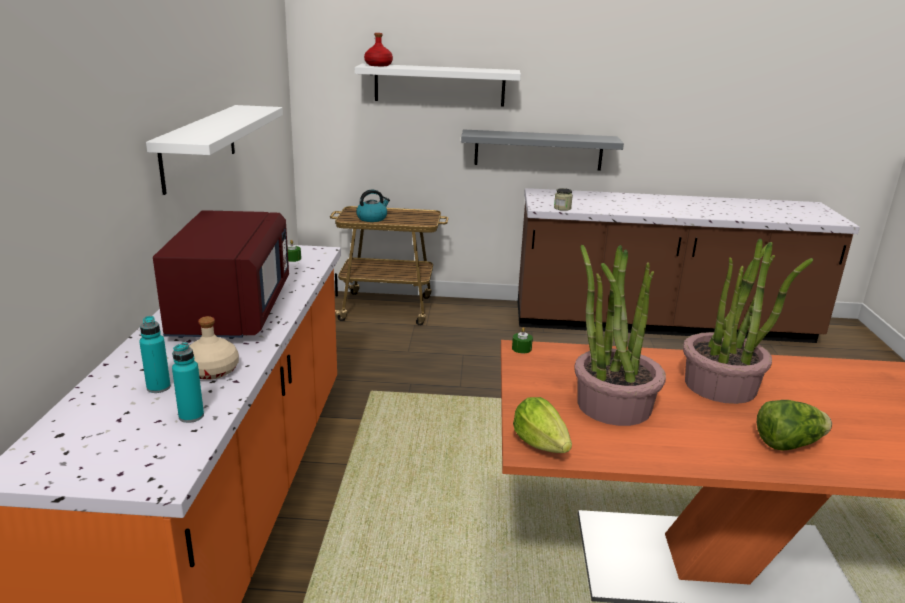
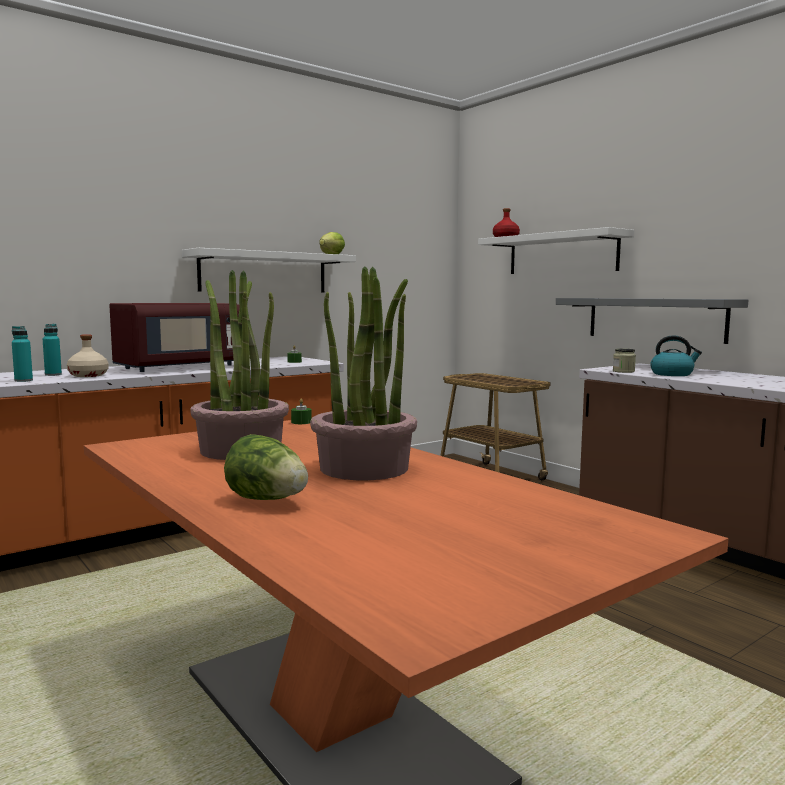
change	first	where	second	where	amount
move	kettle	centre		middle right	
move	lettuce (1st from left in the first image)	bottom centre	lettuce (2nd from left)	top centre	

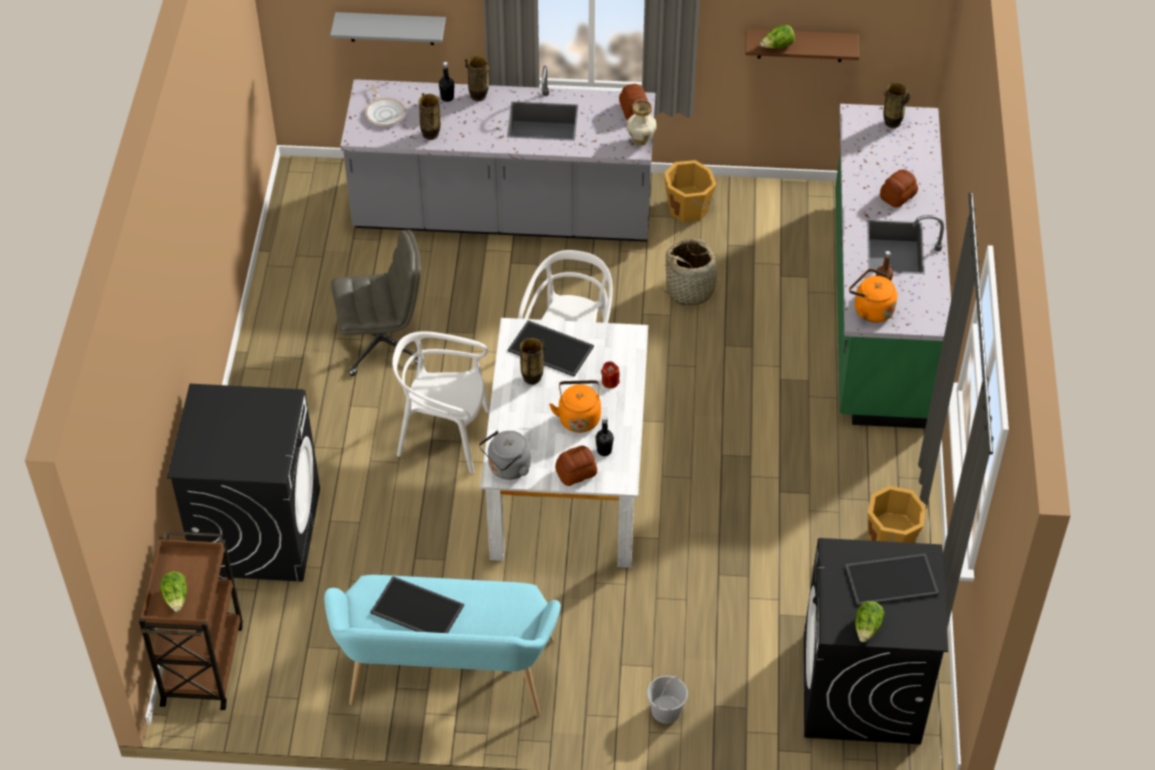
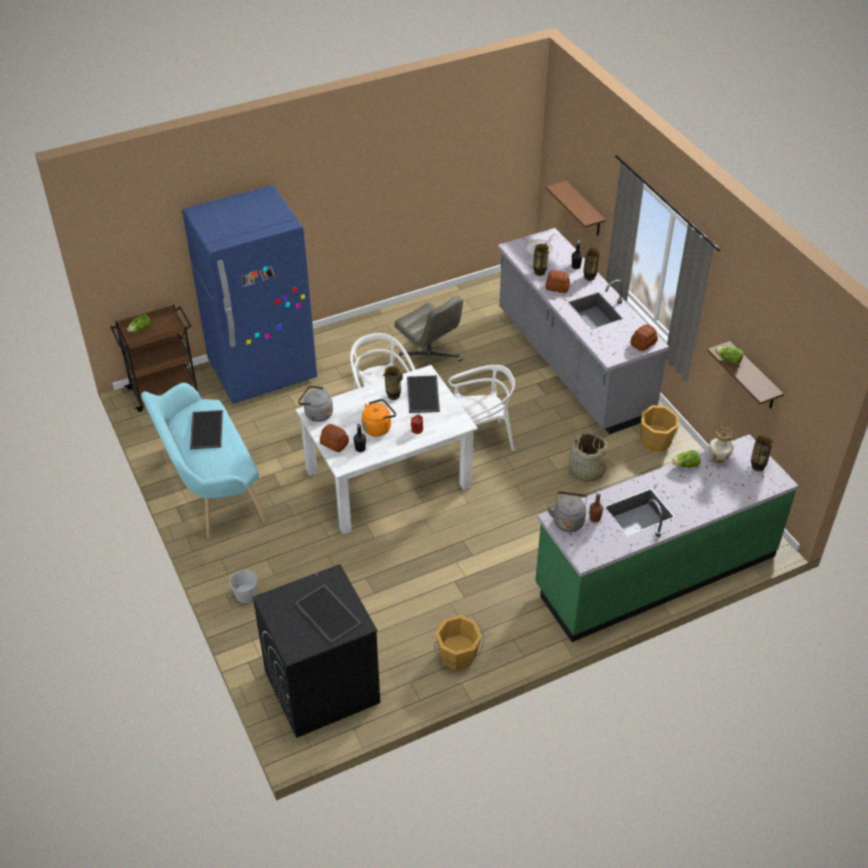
change	first	where	second	where	amount
replace	washing machine (black) (1st from left)	middle left	fridge (blue)	middle left	
recolor	shelf (grey)	top centre	shelf (brown) (1st from left)	top centre	
move	vase (4th from left)	top centre		middle right	
recolor	kettle (orange) (2nd from left)	middle right	kettle (grey) (2nd from left)	centre	
move	lettuce (3rd from left in the first image)	bottom right	lettuce (2nd from left)	middle right	
move	bread (3rd from left in the first image)	top right	bread (2nd from left)	top centre	

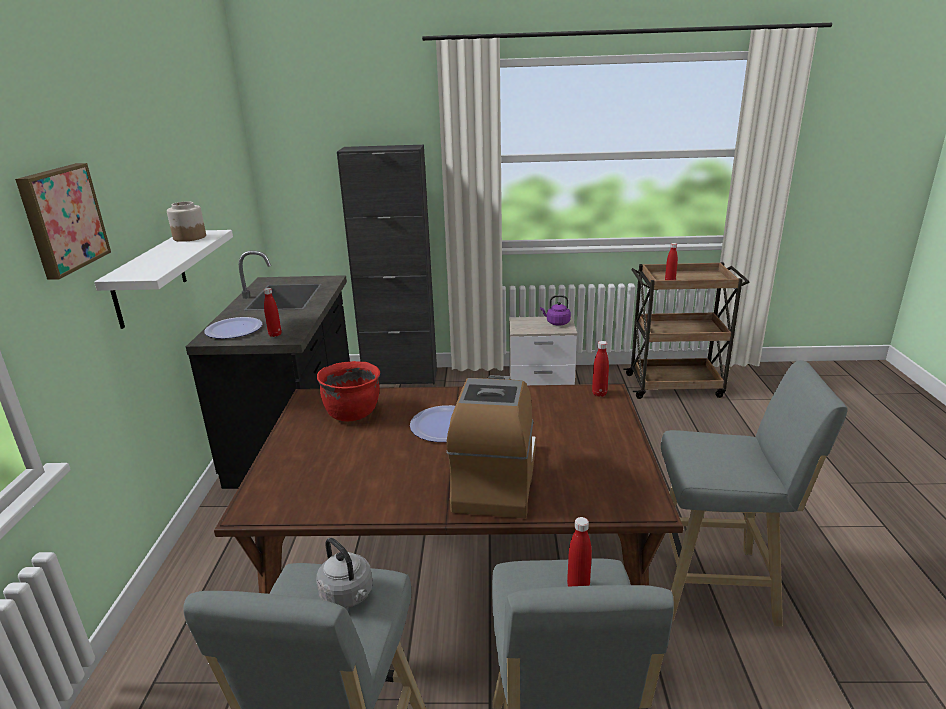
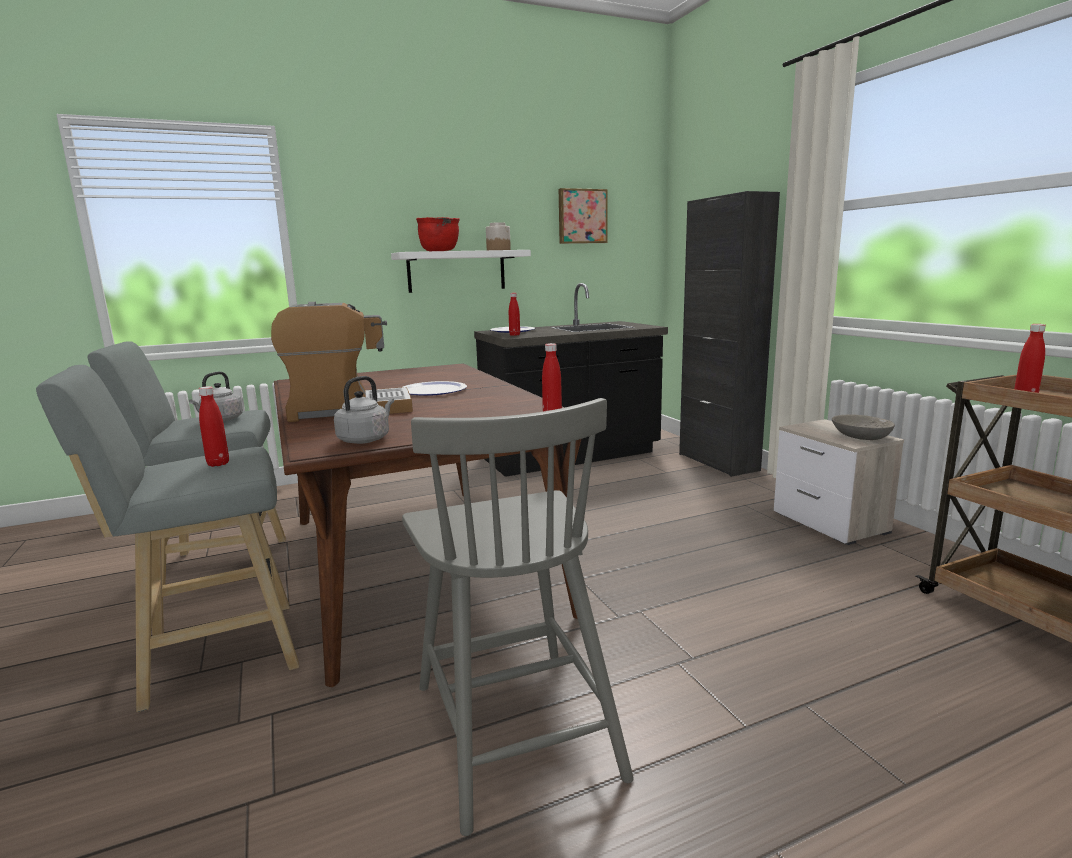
change	first	where	second	where	amount
move	picture	top left		top centre	
move	cooking pot (red)	centre		top centre	
replace	kettle (purple)	centre	bowl (grey)	middle right	
replace	stool (grey) (3rd from left)	bottom right	chair (grey)	bottom centre	
insert			kettle (grey) (2nd from left)	centre	

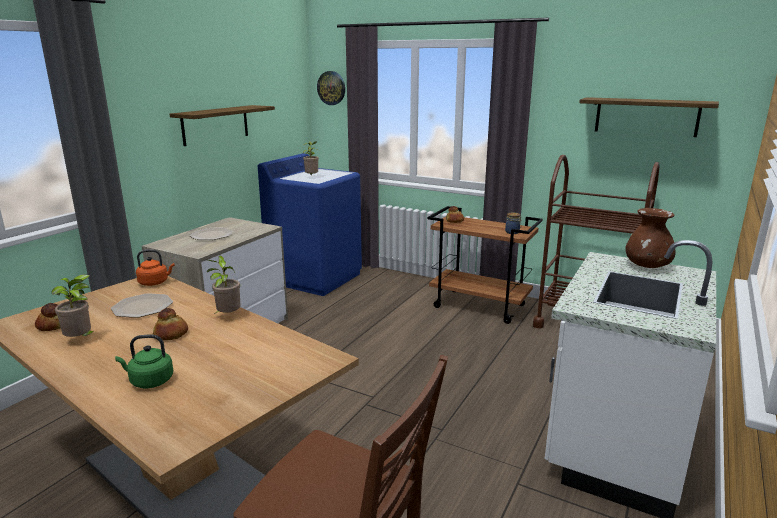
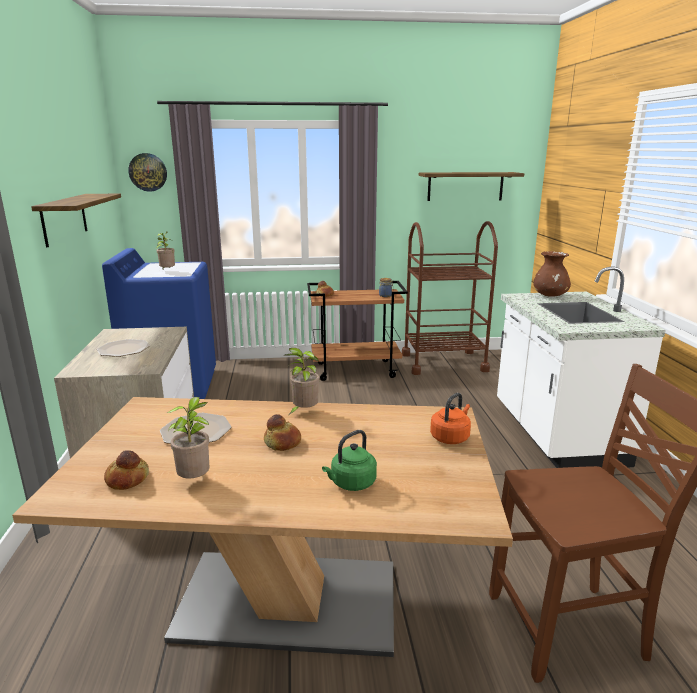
change	first	where	second	where	amount
move	kettle (orange)	middle left		centre	

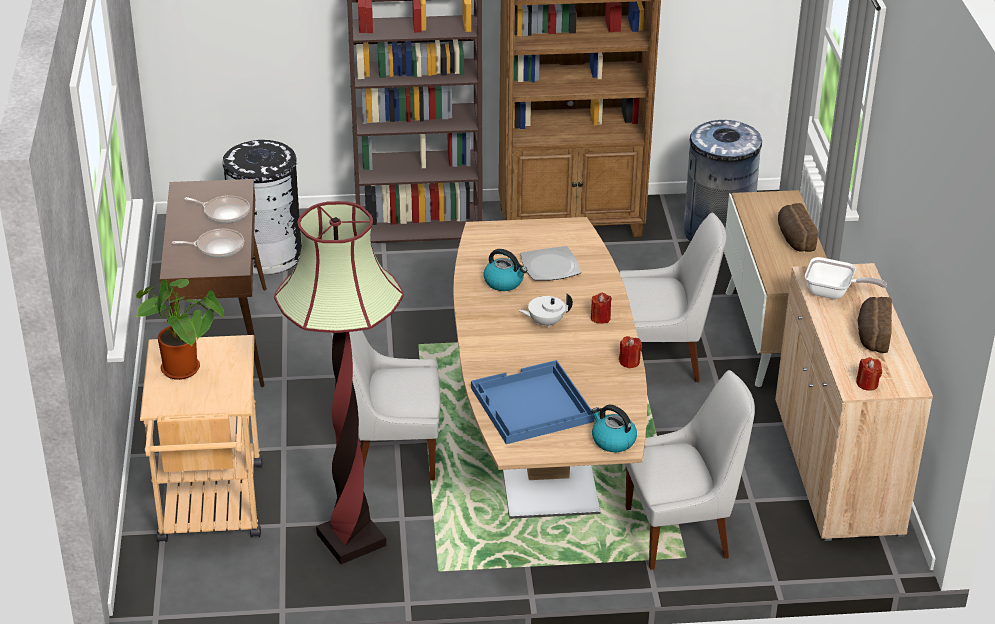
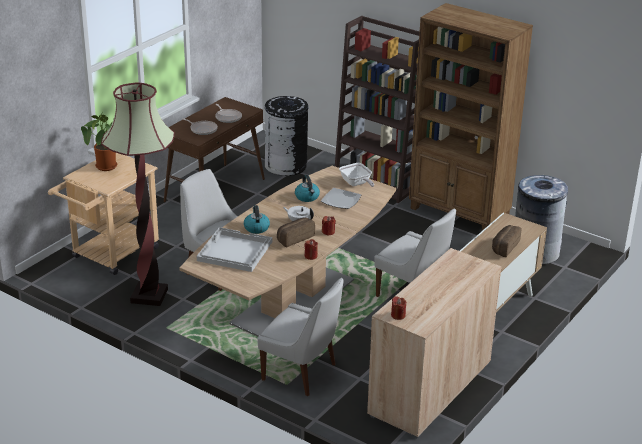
change	first	where	second	where	amount
recolor	tray (blue)	centre	tray (white)	centre	
move	kettle (2nd from left in the first image)	bottom centre	kettle (1st from left)	centre	
move	frying pan (3rd from left)	middle right		centre	
move	bread (2nd from left in the first image)	middle right	bread (1st from left)	centre	

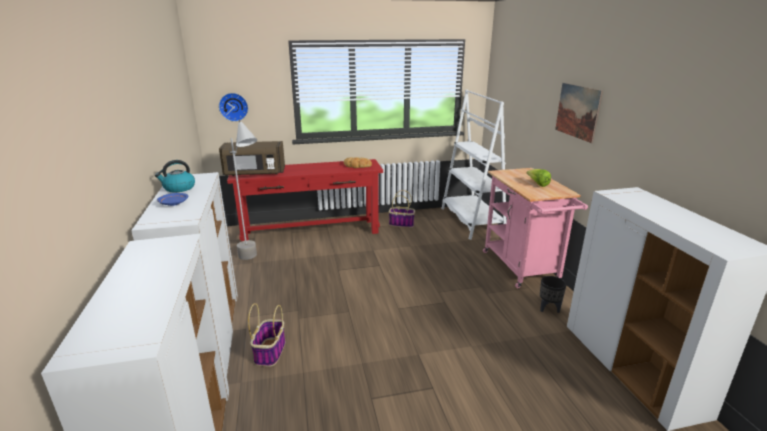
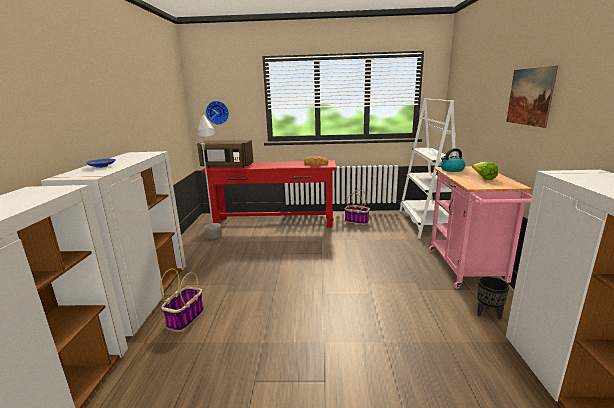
change	first	where	second	where	amount
move	kettle	middle left		middle right	

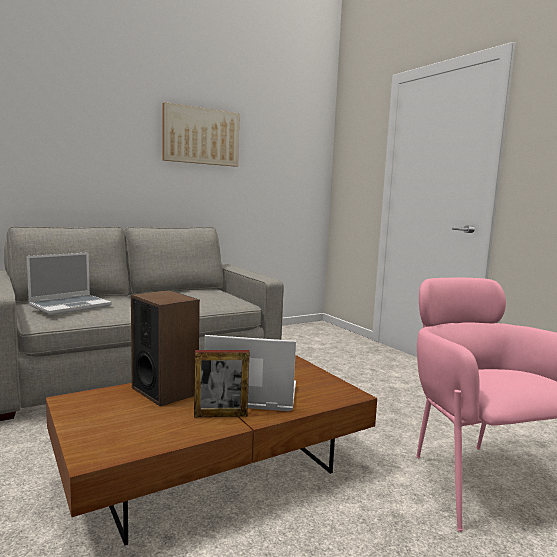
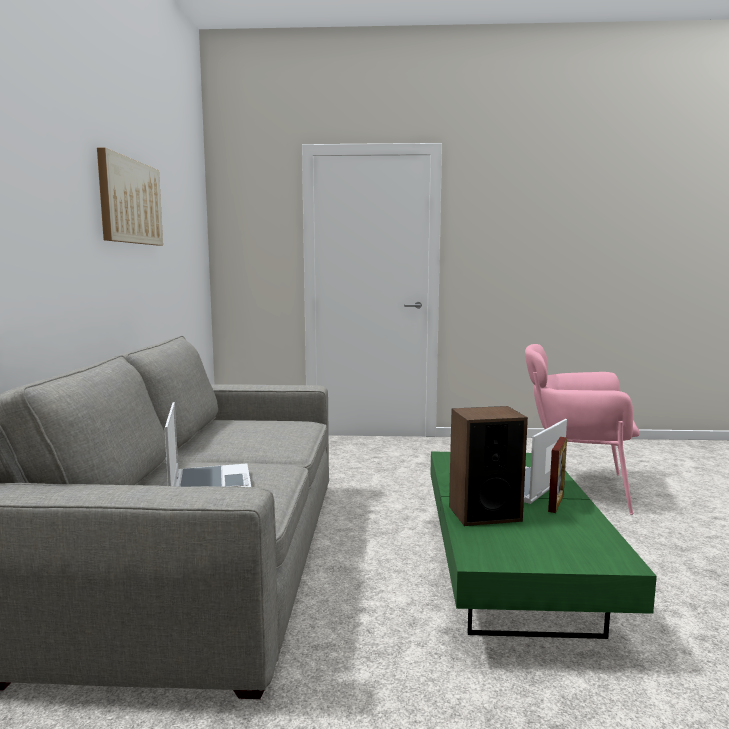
change	first	where	second	where	amount
recolor	coffee table (brown)	bottom centre	coffee table (green)	bottom right	

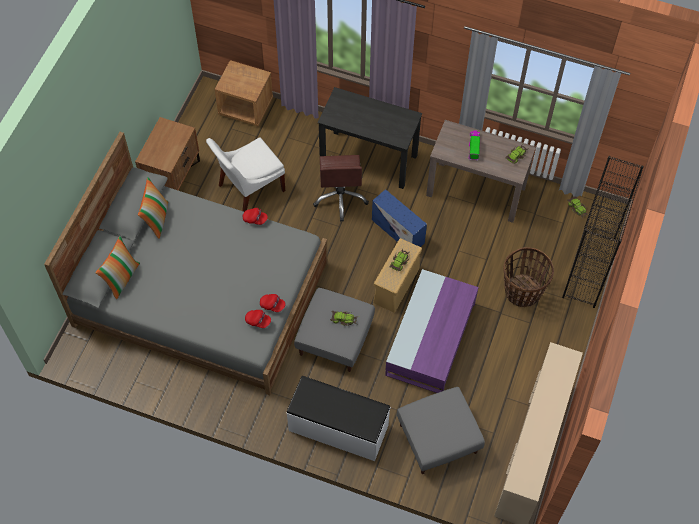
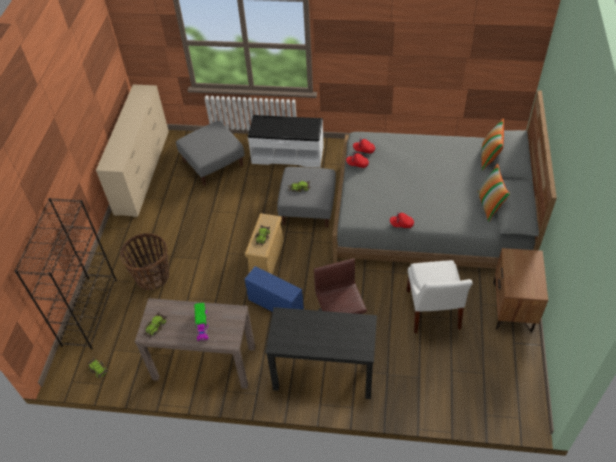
change	first	where	second	where	amount
rotate	chair (white)	top centre		middle right	135 degrees clockwise
delete	nightstand (brown) (2nd from left)	top centre			
delete	coffee table (purple)	centre			

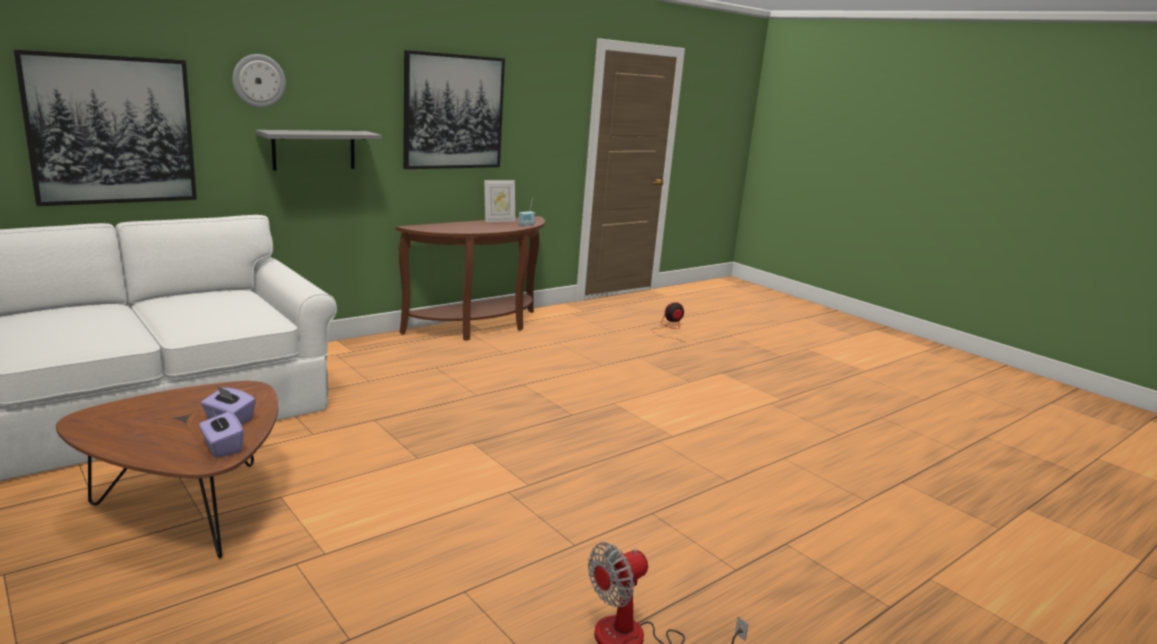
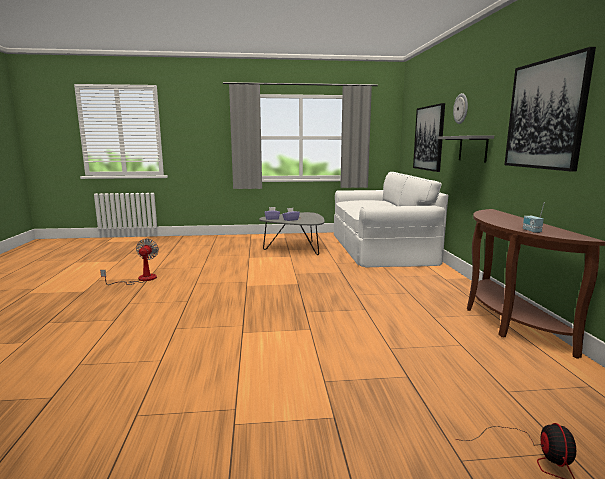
change	first	where	second	where	amount
recolor	coffee table (brown)	bottom left	coffee table (grey)	centre	
delete	picture frame	top centre			

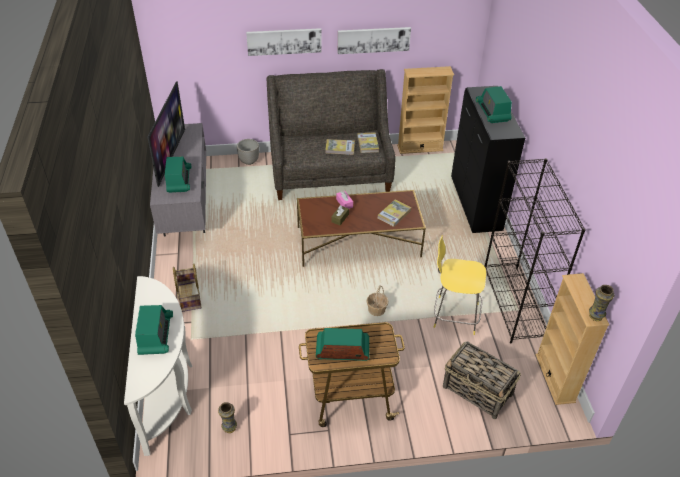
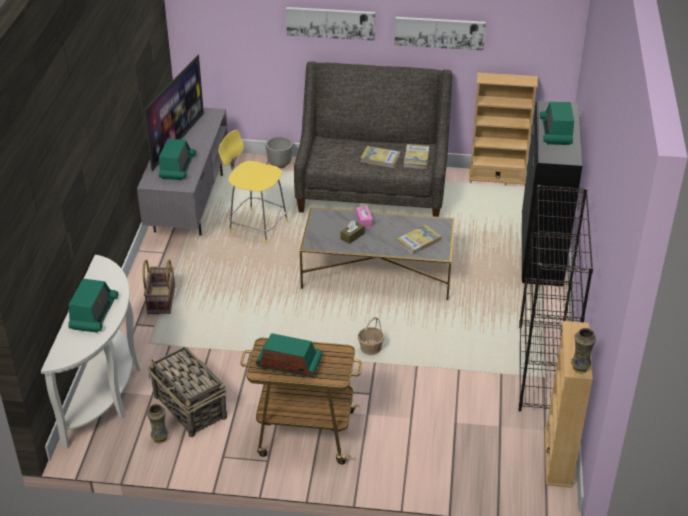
change	first	where	second	where	amount
recolor	coffee table (brown)	centre	coffee table (grey)	centre	
move	stool (yellow)	middle right		centre	
move	basket (3rd from left in the first image)	bottom right	basket (2nd from left)	bottom left	

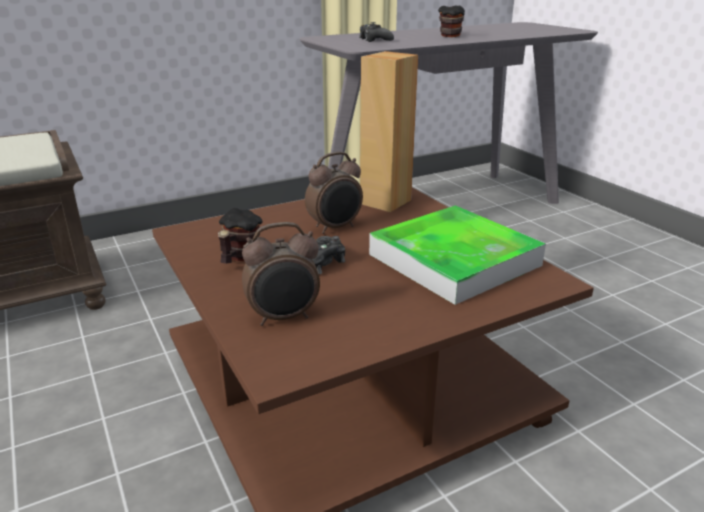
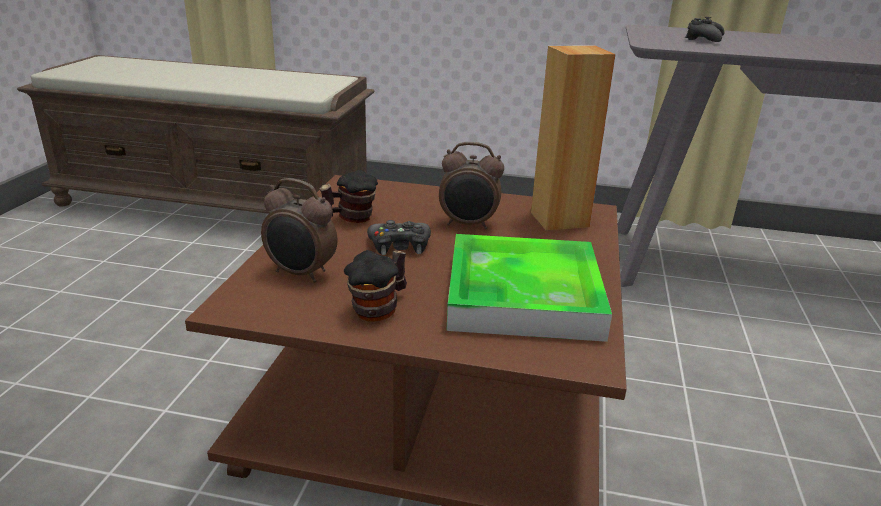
change	first	where	second	where	amount
move	mug (2nd from left)	top centre		centre	

